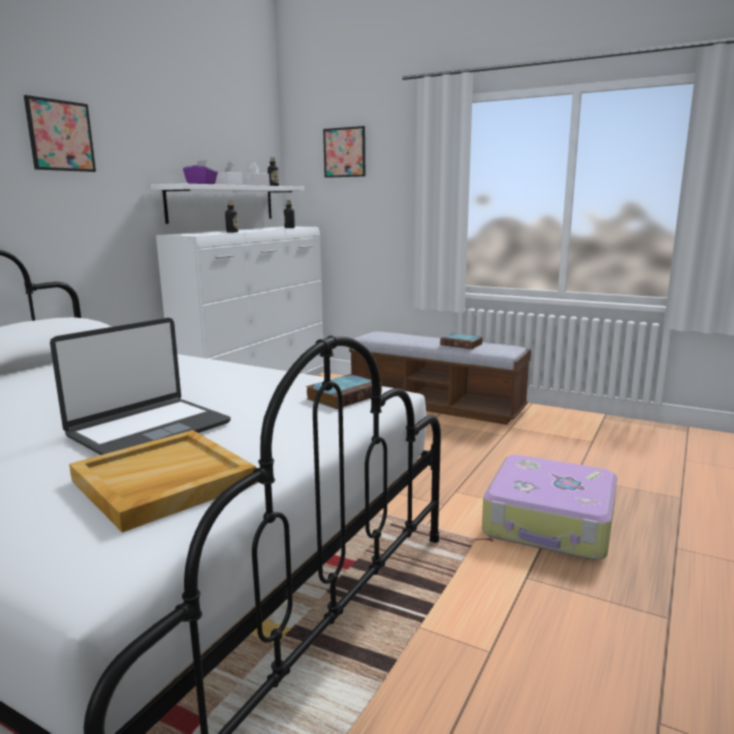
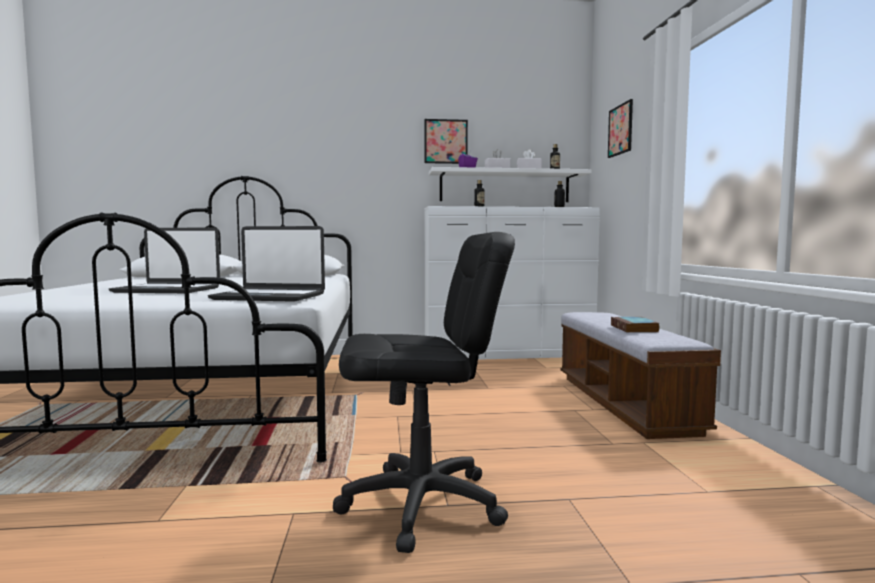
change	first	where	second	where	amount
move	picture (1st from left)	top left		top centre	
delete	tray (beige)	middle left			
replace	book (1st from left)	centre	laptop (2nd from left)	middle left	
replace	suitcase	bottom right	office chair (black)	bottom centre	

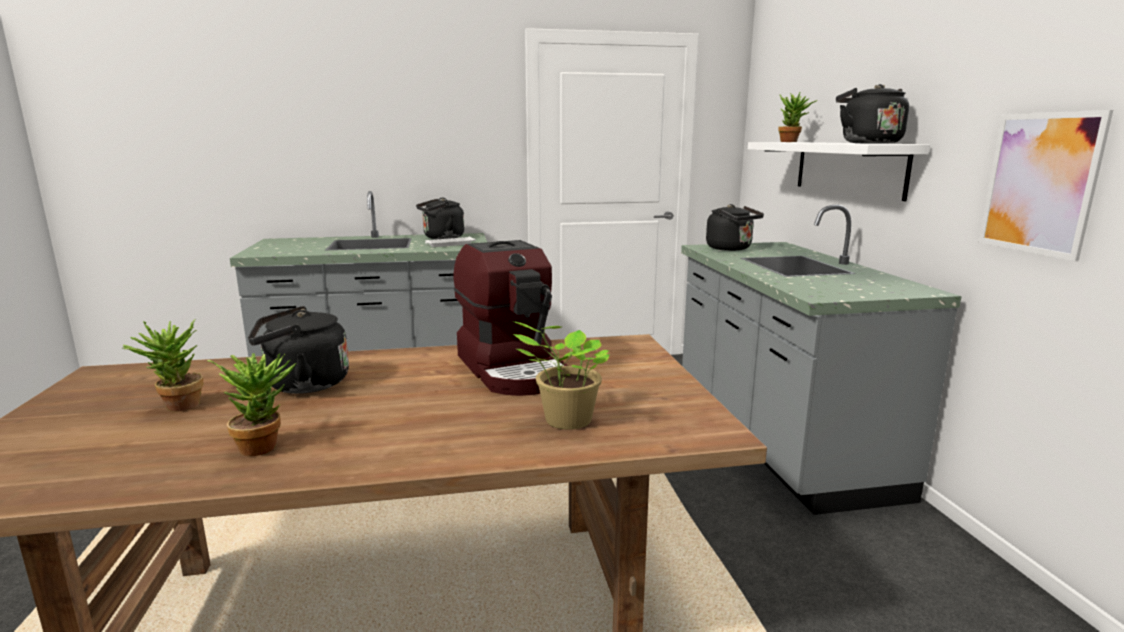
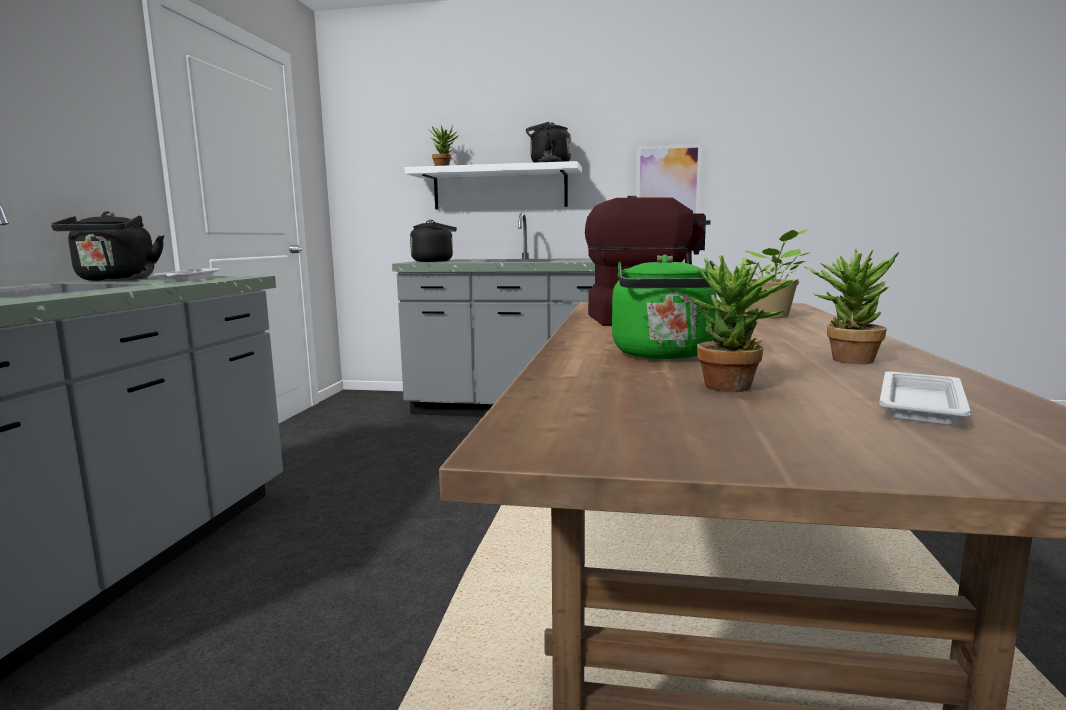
change	first	where	second	where	amount
recolor	kettle (black) (1st from left)	middle left	kettle (green)	centre	
insert			tray (white) (2nd from left)	middle right	

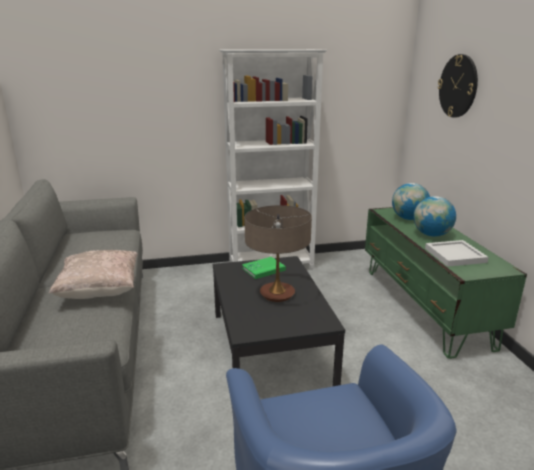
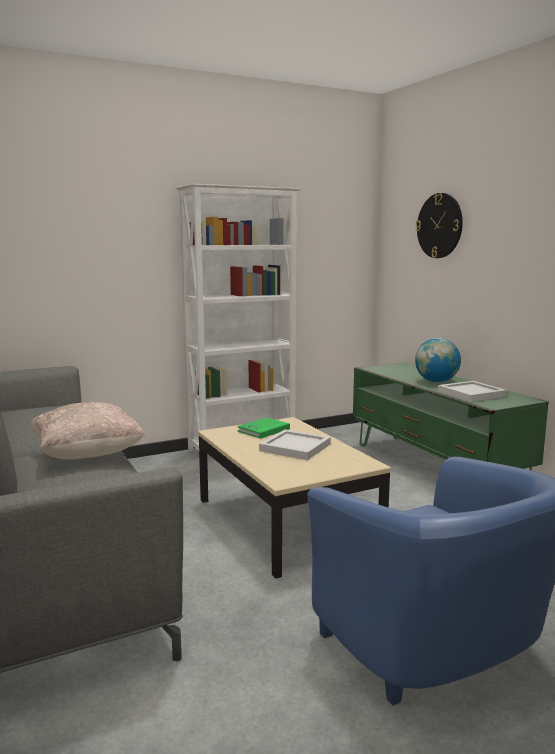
change	first	where	second	where	amount
recolor	coffee table (black)	bottom centre	coffee table (beige)	centre	
replace	table lamp	centre	tray (white) (1st from left)	centre	
delete	globe (1st from left)	middle right			

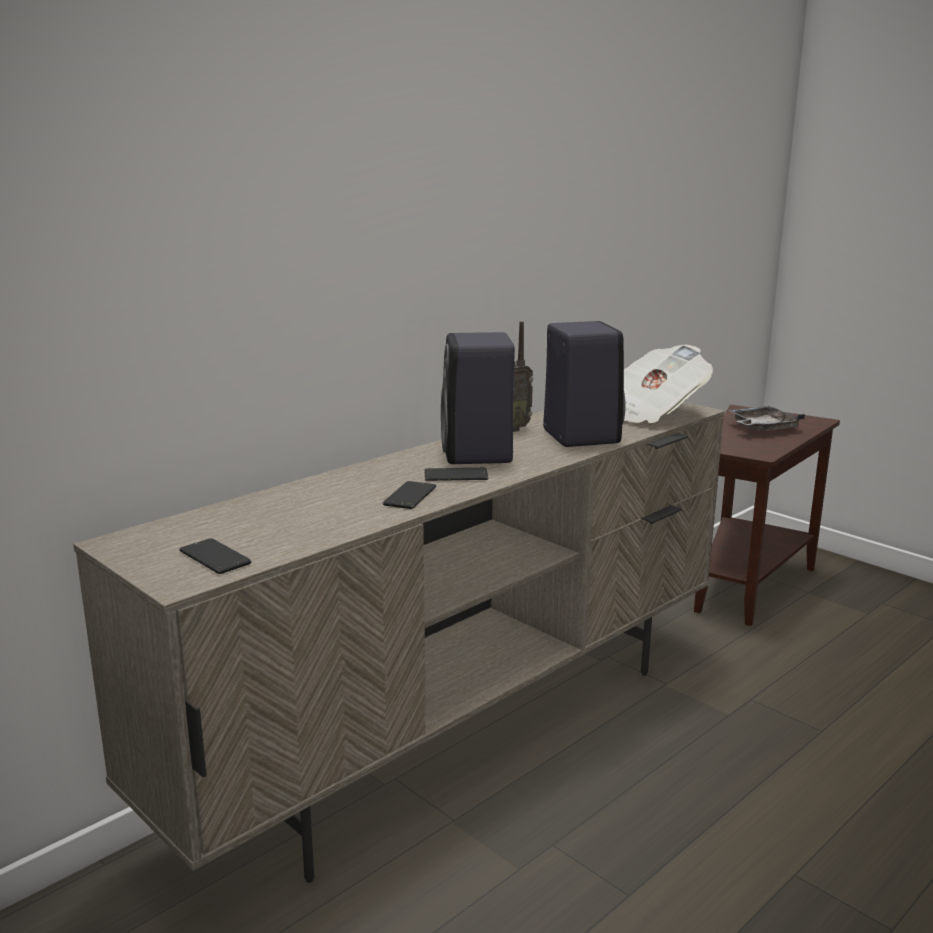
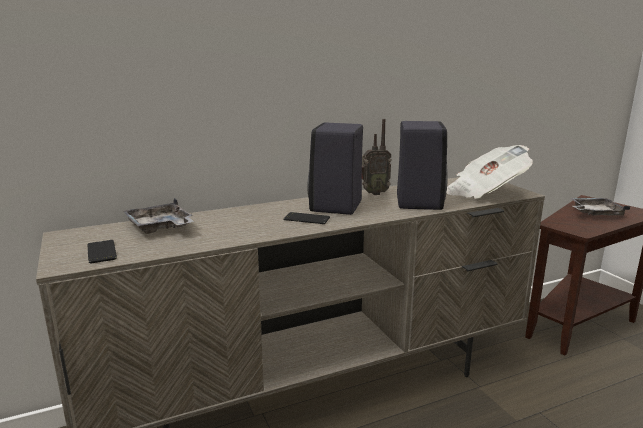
change	first	where	second	where	amount
delete	phone (2nd from left)	centre			
insert			tray (grey) (1st from left)	middle left	

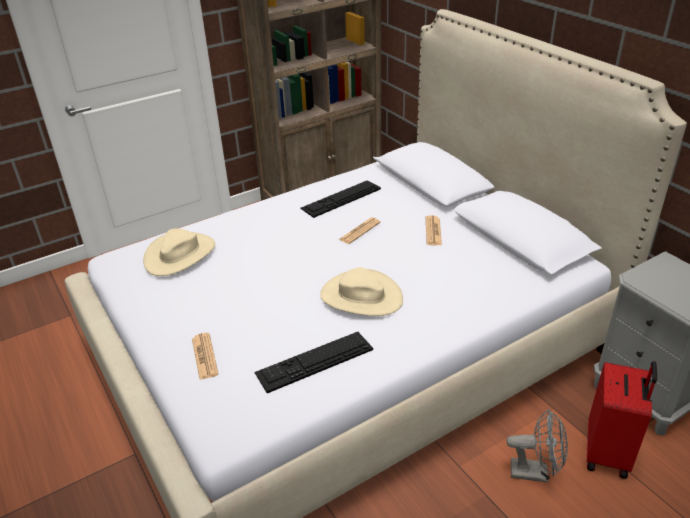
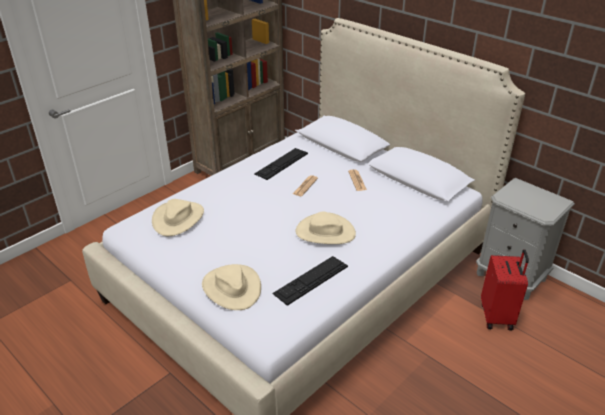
change	first	where	second	where	amount
replace	newspaper (1st from left)	bottom left	hat (beige) (2nd from left)	bottom centre	
delete	fan (grey)	bottom right			

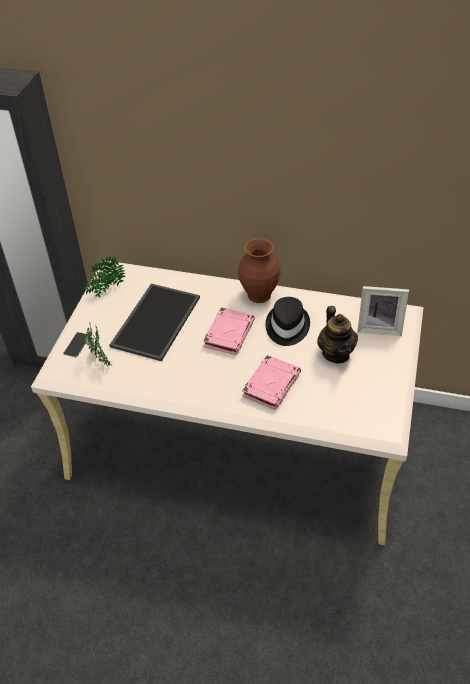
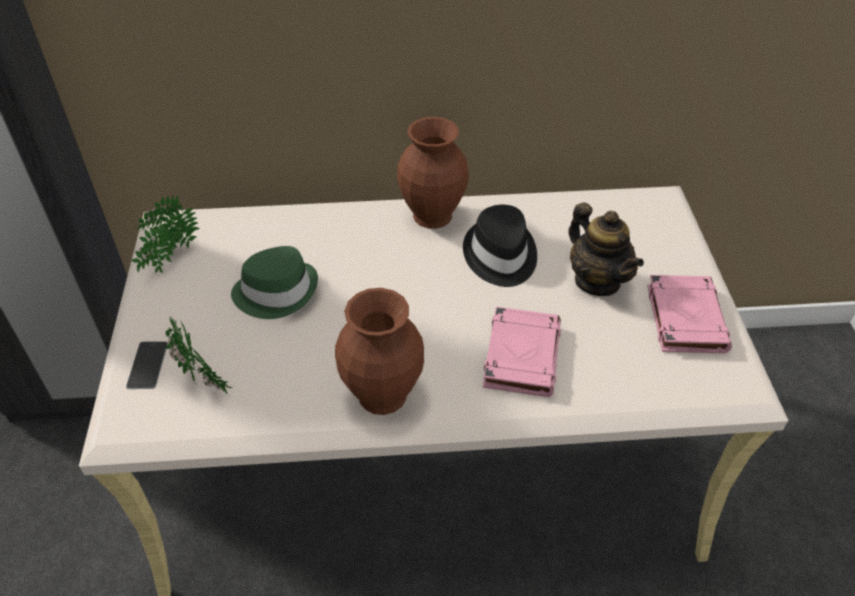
change	first	where	second	where	amount
replace	tray	middle left	hat (green)	middle left	
move	book (pink) (1st from left in the first image)	centre	book (pink) (2nd from left)	middle right	
delete	picture frame	middle right			
insert			vase (brown) (1st from left)	centre	

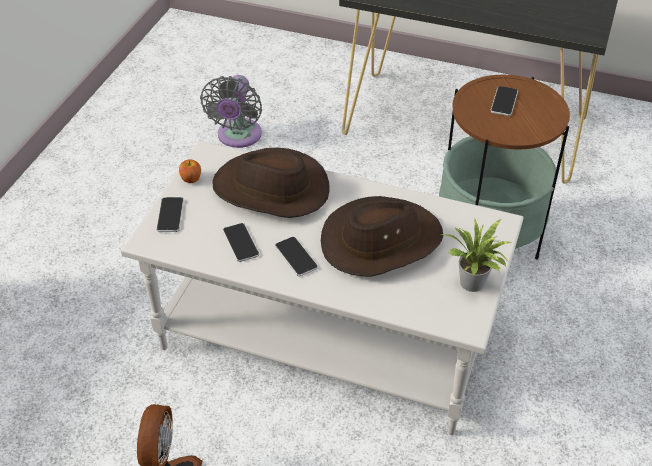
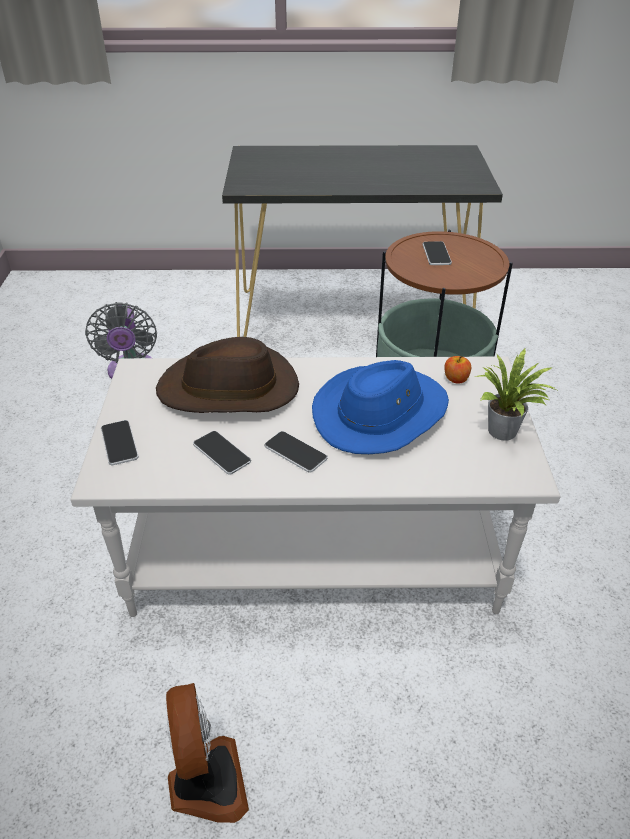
change	first	where	second	where	amount
move	apple	middle left		middle right	
recolor	hat (brown) (2nd from left)	centre	hat (blue)	centre	

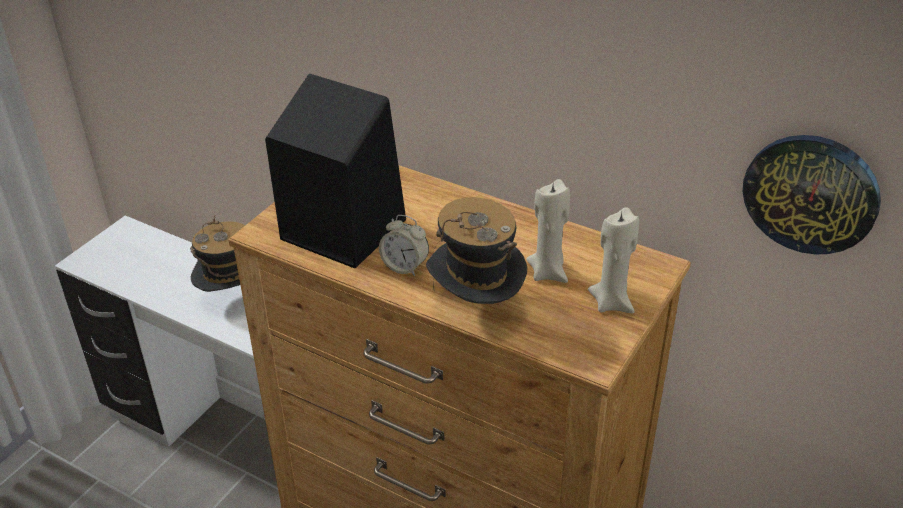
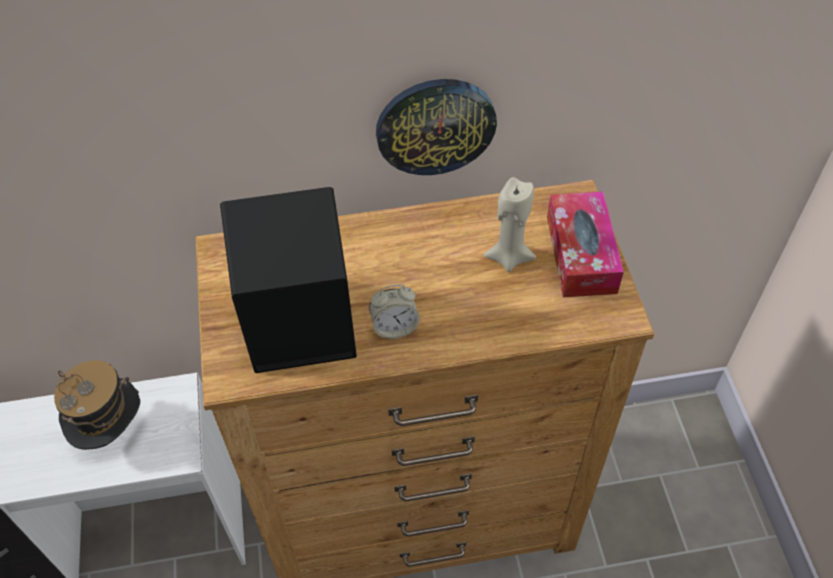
change	first	where	second	where	amount
delete	hat (2nd from left)	centre			
replace	candle (beige) (2nd from left)	middle right	tissue box	middle right	
move	wall clock	middle right		top centre	

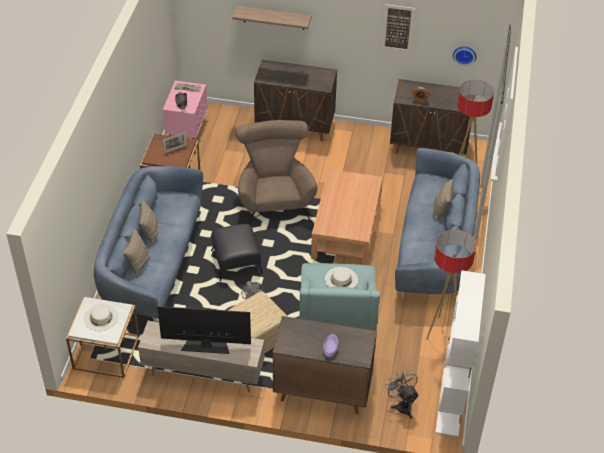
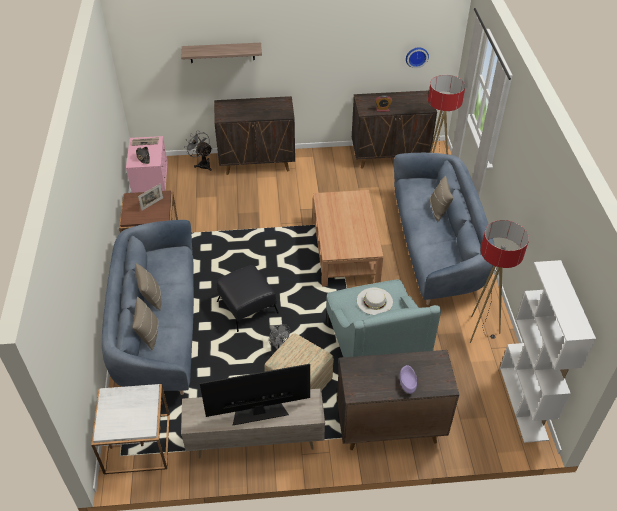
change	first	where	second	where	amount
delete	hat (white) (1st from left)	bottom left			
delete	armchair (brown)	centre			
delete	picture	top centre			
move	fan (grey) (2nd from left in the first image)	bottom centre	fan (grey) (1st from left)	top left	

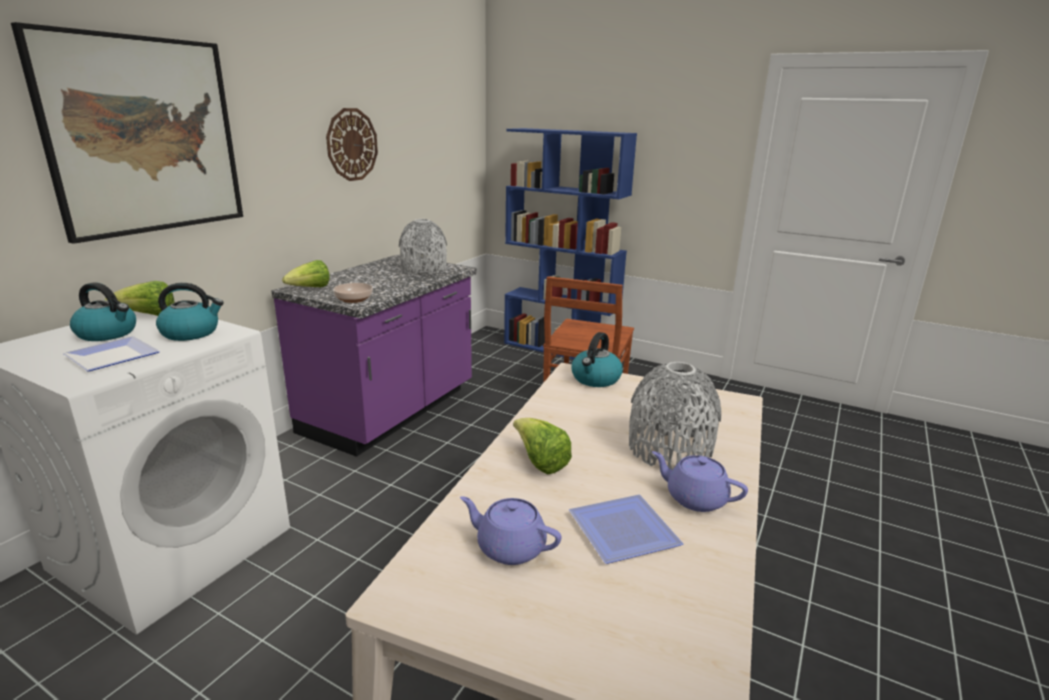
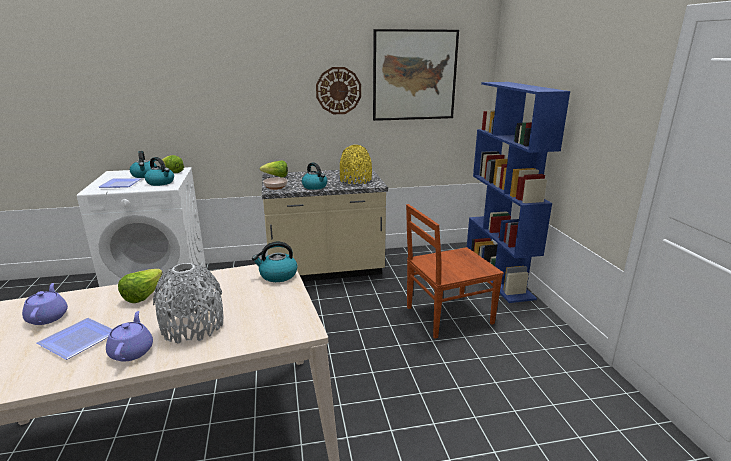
change	first	where	second	where	amount
move	picture	top left		top centre	
recolor	counter (purple)	centre	counter (beige)	centre	
recolor	vase (grey) (1st from left)	centre	vase (yellow)	centre	
insert			kettle (4th from left)	centre	

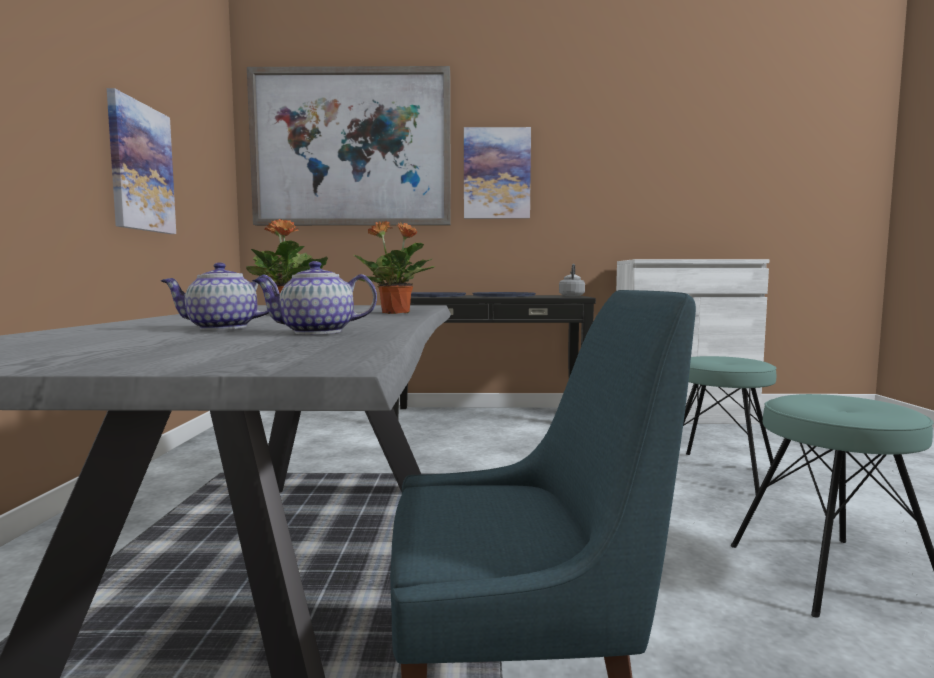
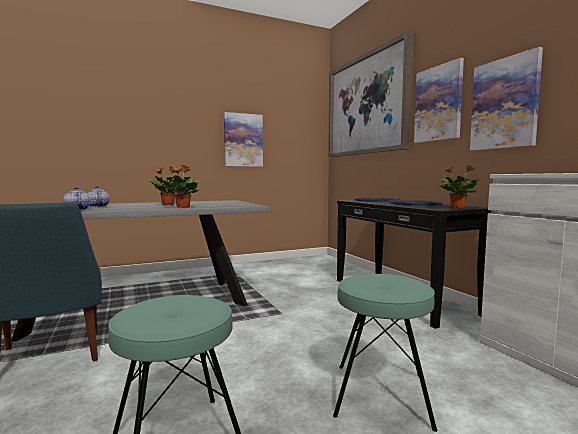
change	first	where	second	where	amount
replace	kettle (grey)	centre	potted plant (3rd from left)	middle right	
insert			picture (4th from left)	top right	

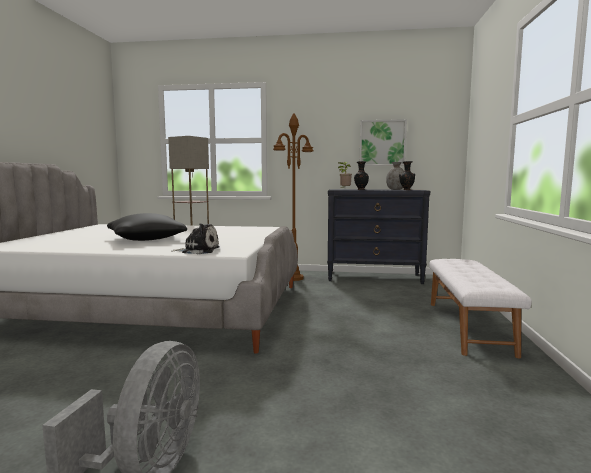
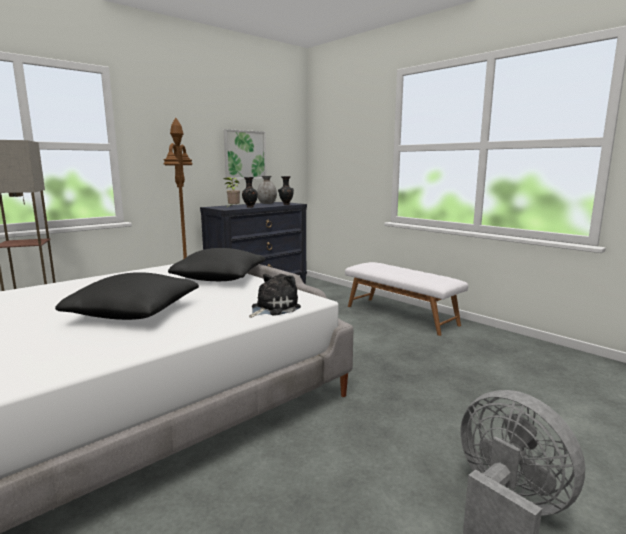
change	first	where	second	where	amount
insert			pillow (black) (2nd from left)	centre	

